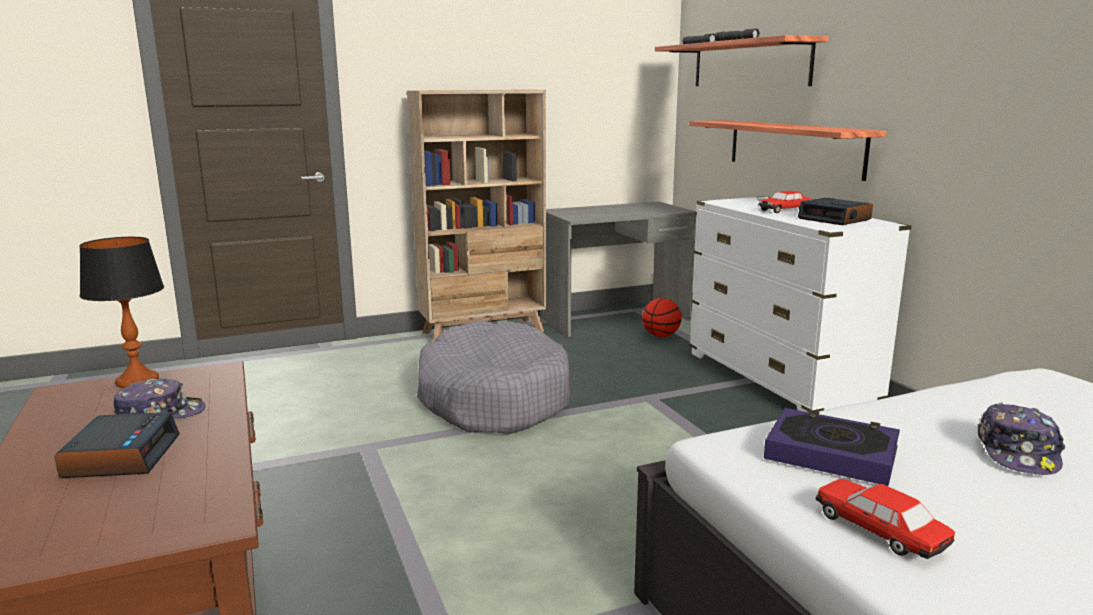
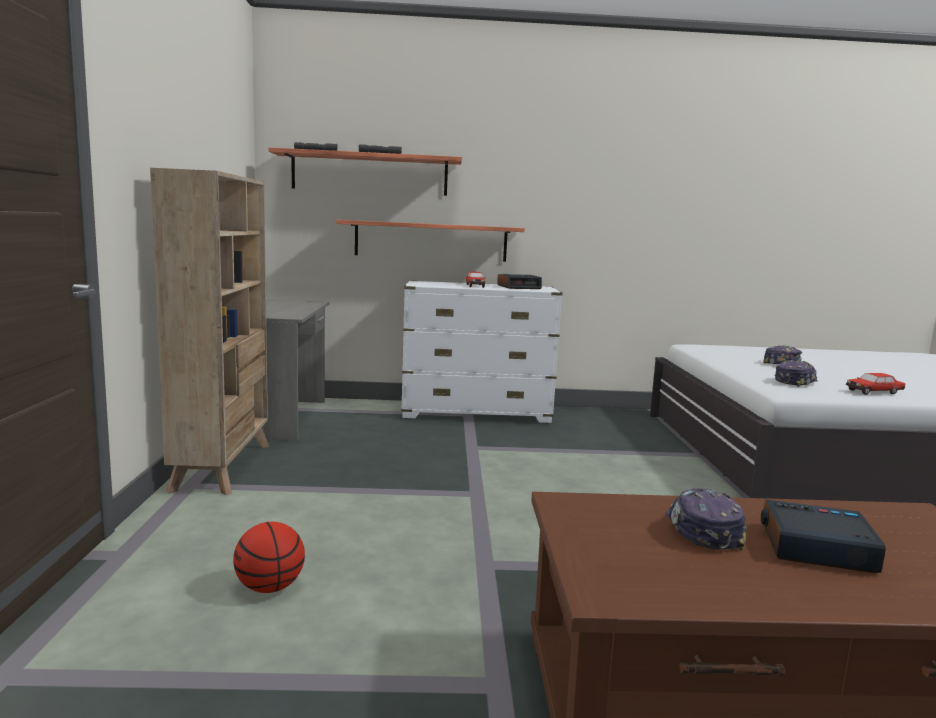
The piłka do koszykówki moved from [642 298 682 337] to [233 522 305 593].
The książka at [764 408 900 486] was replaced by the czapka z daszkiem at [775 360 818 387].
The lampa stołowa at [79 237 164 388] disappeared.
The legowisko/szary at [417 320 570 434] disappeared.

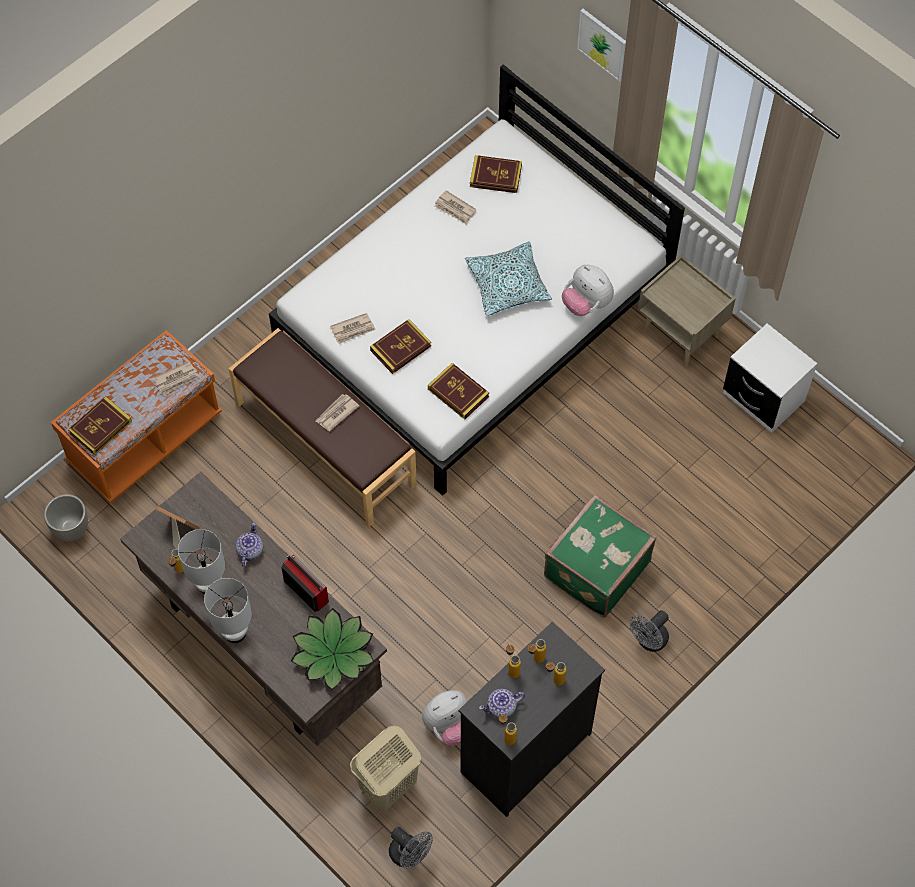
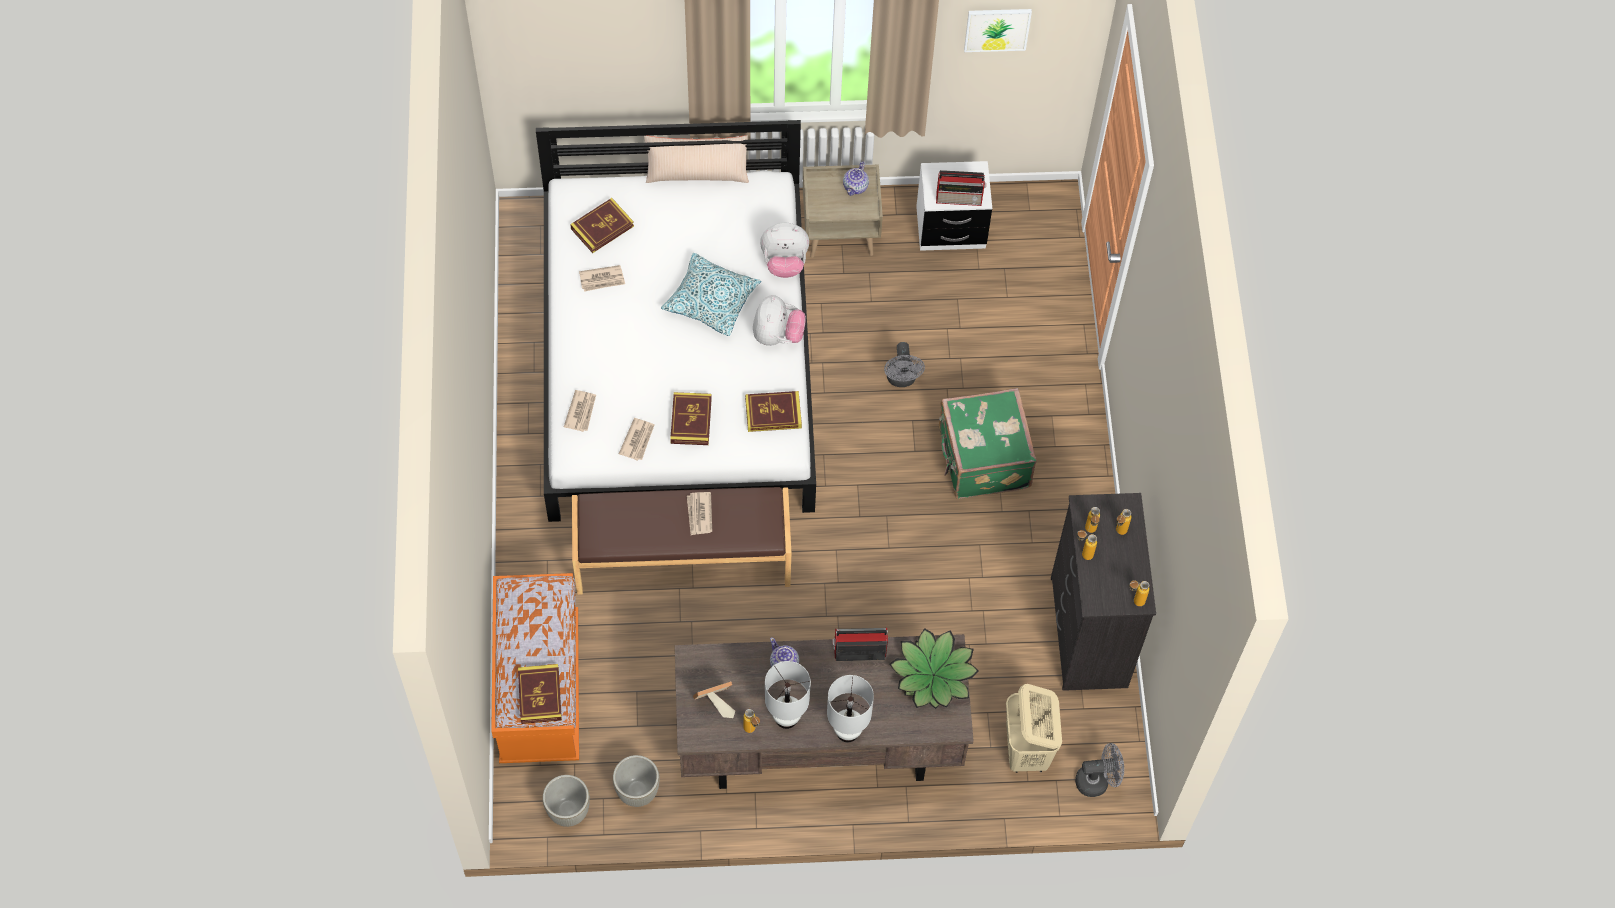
The gazeta moved from [153 361 199 395] to [564 390 596 432].
The donica/szary at [613 755 659 807] appeared.
The poduszka/beżowy at [644 135 749 183] appeared.
The pluszak moved from [422 690 468 746] to [753 295 806 346].
The imbryk moved from [479 689 525 719] to [843 162 869 196].
The wentylator/szary moved from [629 610 669 652] to [884 342 925 387].
The radio at [936 170 986 206] appeared.
The obraz moved from [577 9 626 82] to [964 9 1032 52].

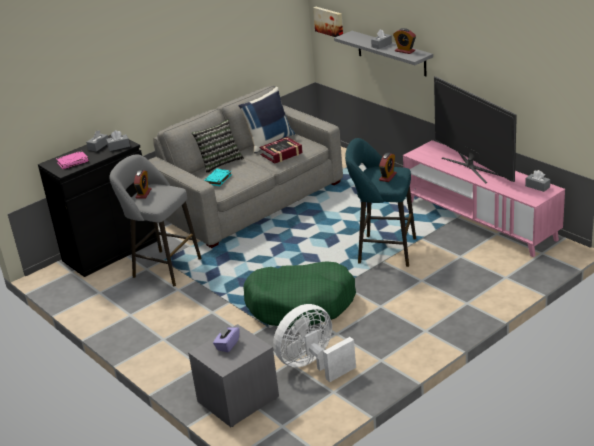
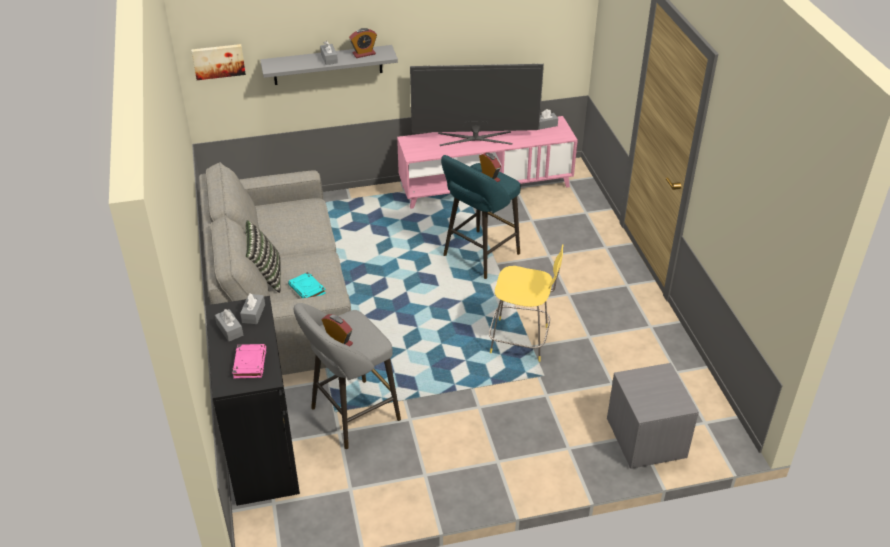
The legowisko/zielony at [243 261 356 329] was replaced by the stołek/żółty at [489 244 564 362].
The pudełko chusteczek/fioletowy at [213 325 240 352] disappeared.
The poduszka/niebieski at [239 87 295 154] disappeared.
The książka at [260 137 303 164] disappeared.
The wentylator/biały at [273 304 356 382] disappeared.

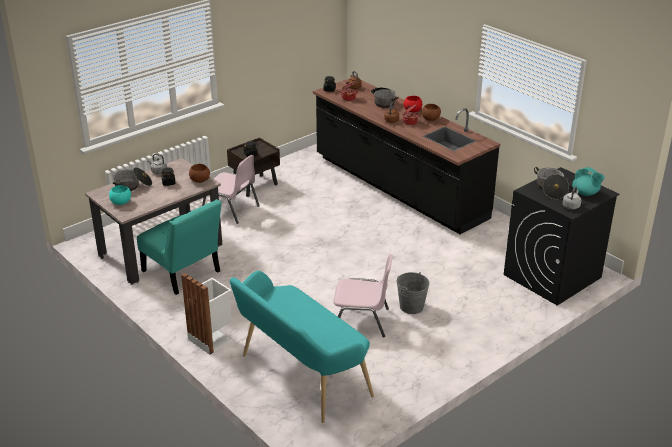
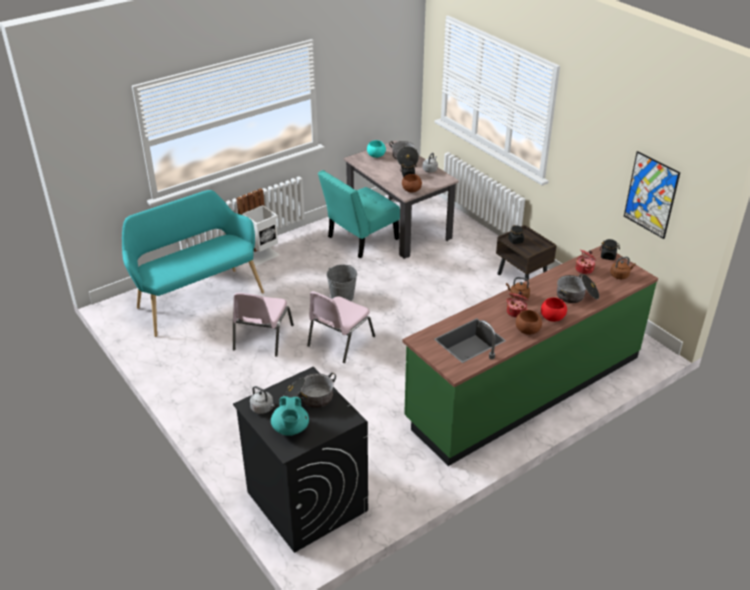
The imbryk/turkusowy at [572 167 605 196] turned 60 degrees counterclockwise.
The krzesło/różowy moved from [202 155 260 224] to [307 291 375 363].
The wiadro/szary moved from [397 272 430 314] to [326 265 357 301].
The zabudowa kuchenna/czarny at [313 78 500 234] became the zabudowa kuchenna/zielony at [402 246 658 466].
The obraz at [624 151 680 239] appeared.

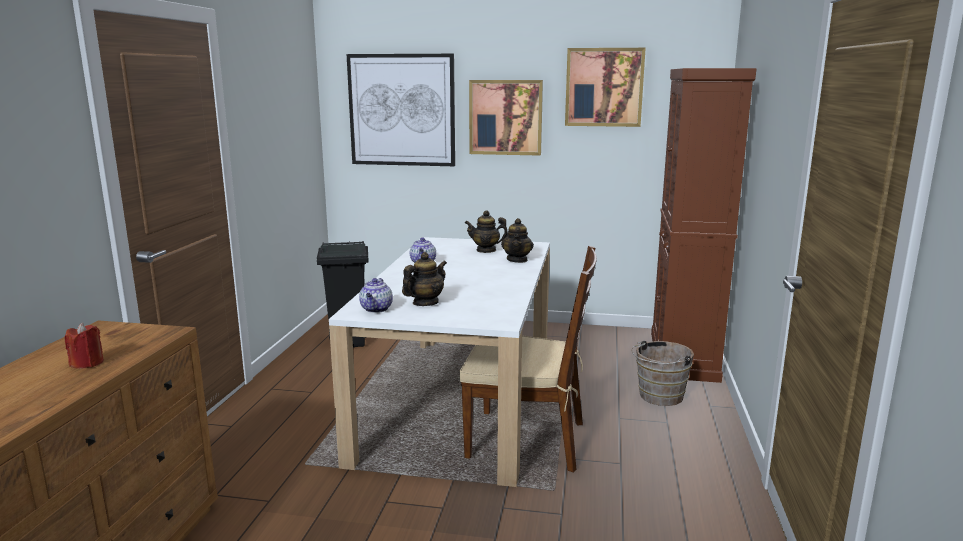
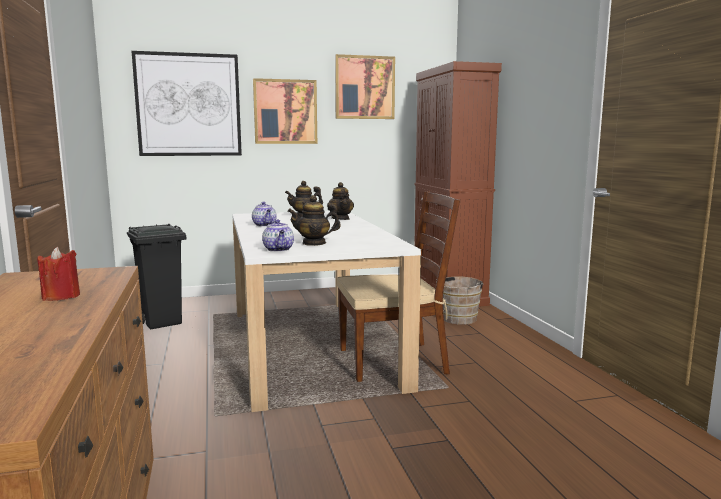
The imbryk at [402 252 447 306] turned 120 degrees counterclockwise.

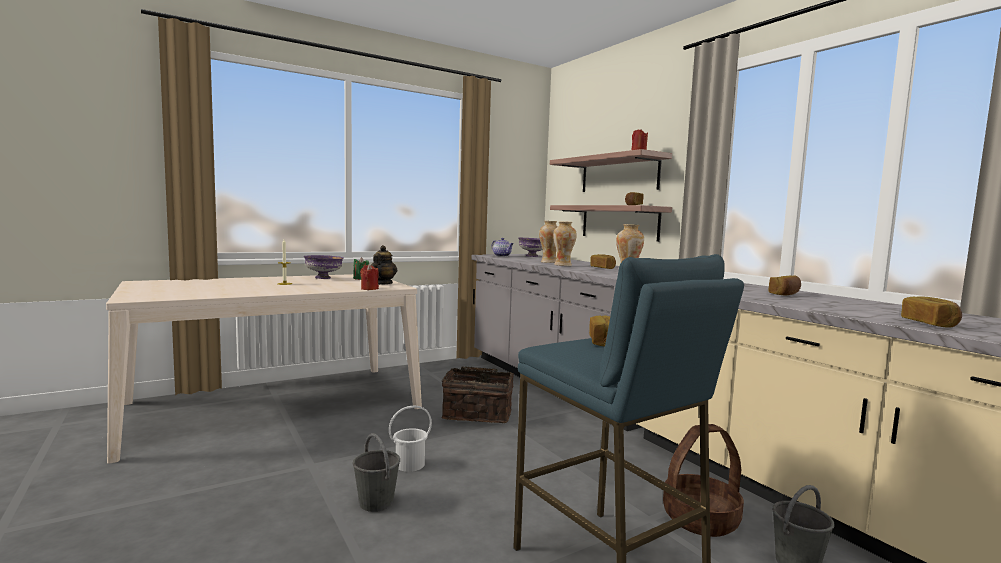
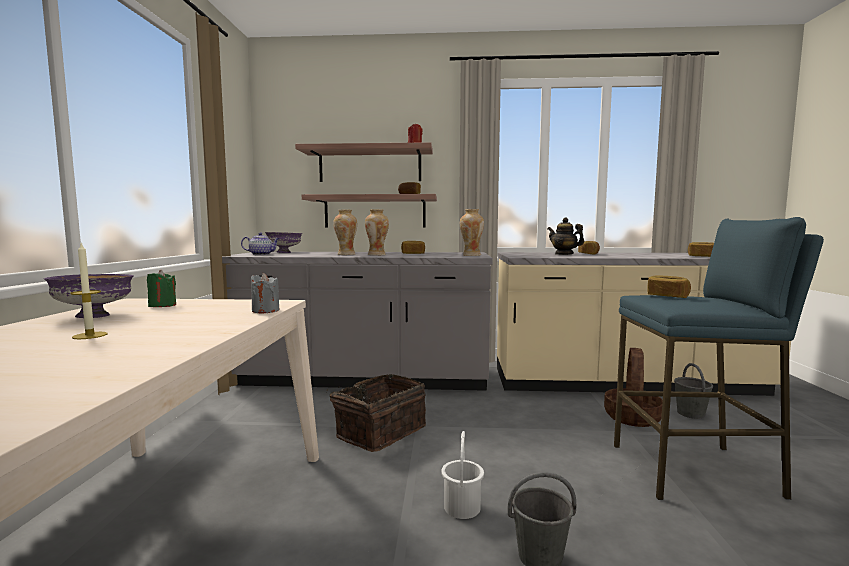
The świeca/czerwony at [360 264 379 290] became the świeca/szary at [250 273 279 313].
The imbryk moved from [371 245 397 285] to [547 218 584 255].

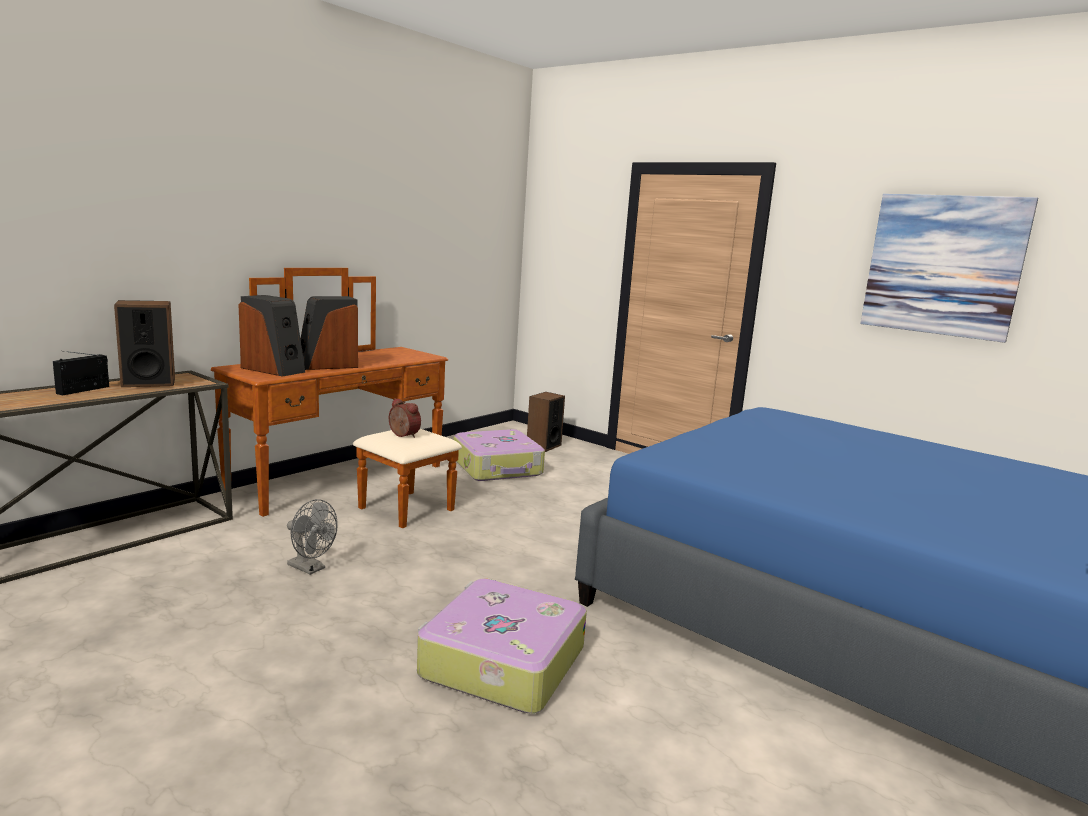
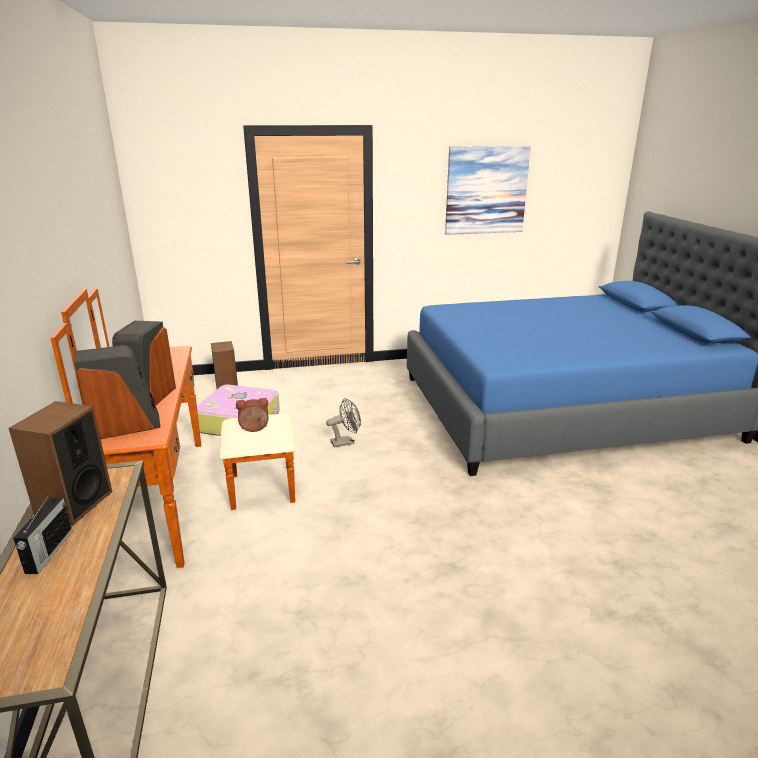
The radio at [53 351 109 395] turned 150 degrees counterclockwise.
The wentylator/szary moved from [287 499 338 575] to [326 398 361 447].
The walizka at [417 578 587 713] disappeared.

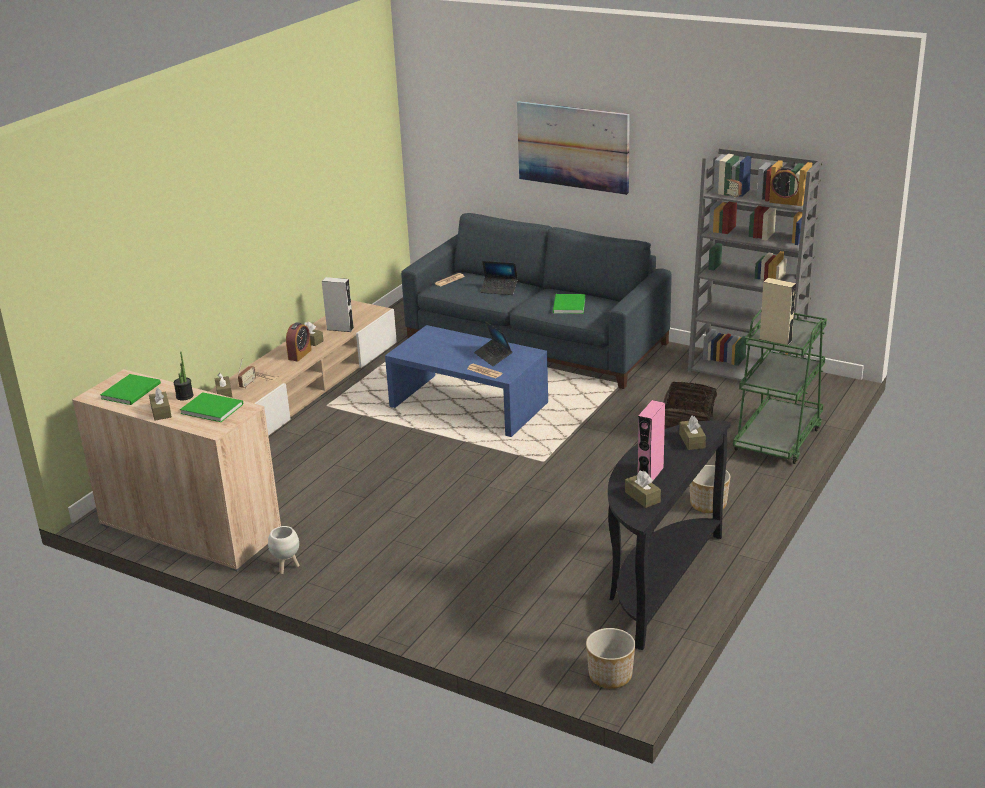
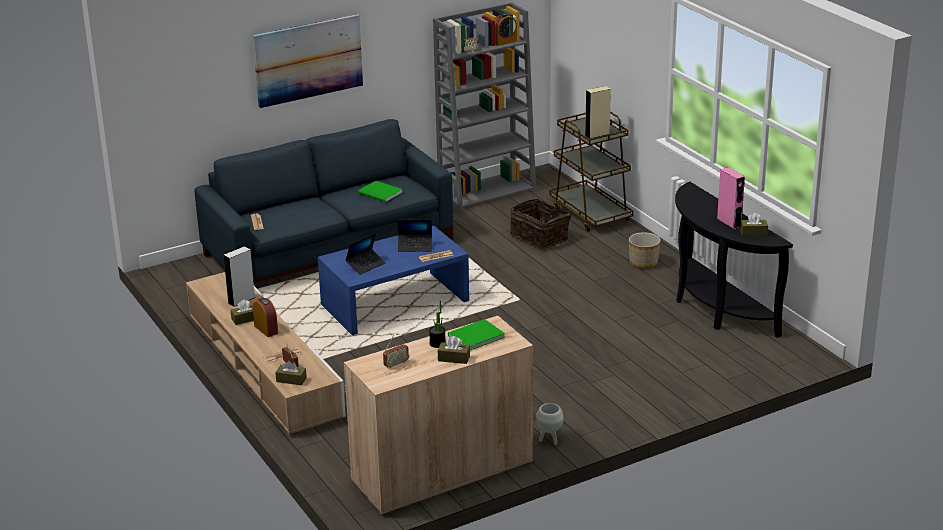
The laptop moved from [480 261 518 295] to [346 233 386 275].
The książka/zielony at [100 374 161 405] was replaced by the radio at [383 335 409 368].
The wózek/zielony at [733 309 827 464] became the wózek/brązowy at [549 112 634 232].
The donica at [586 628 635 689] disappeared.
The pudełko chusteczek/brązowy at [679 416 706 450] disappeared.

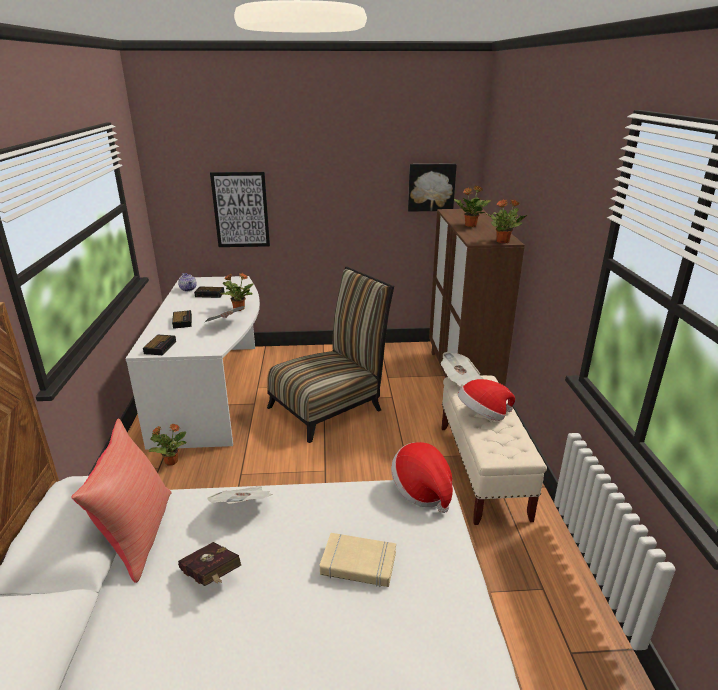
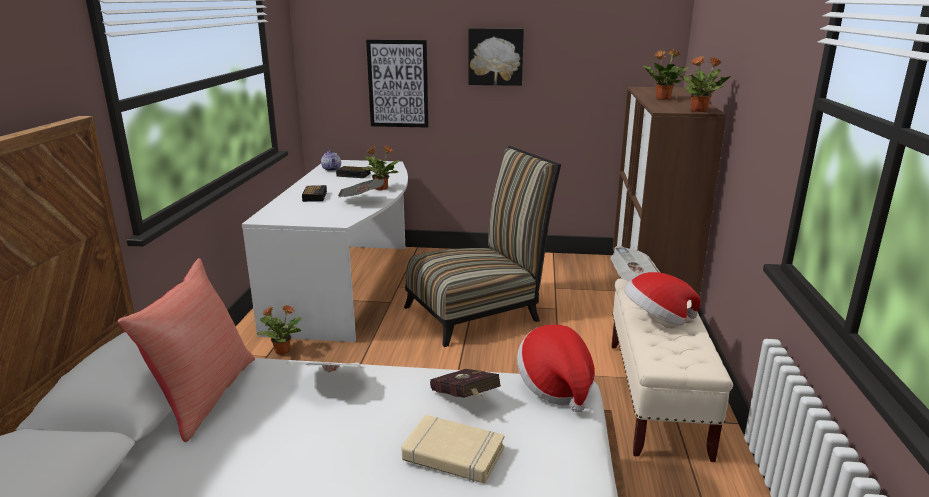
The książka/czerwony moved from [178 542 241 586] to [430 369 501 398].
The obraz moved from [408 163 457 212] to [468 28 524 86].
The budzik at [143 335 176 355] disappeared.

